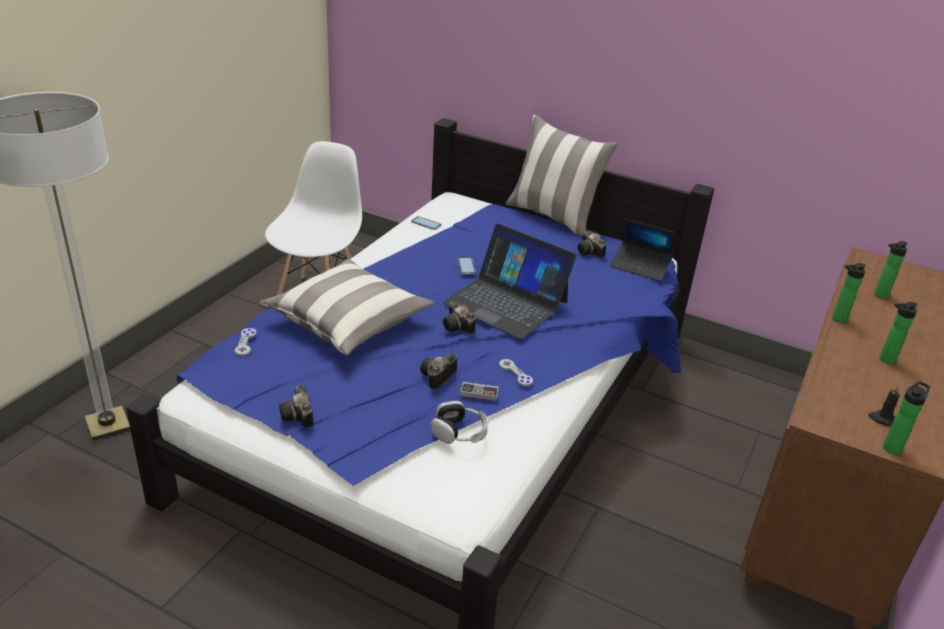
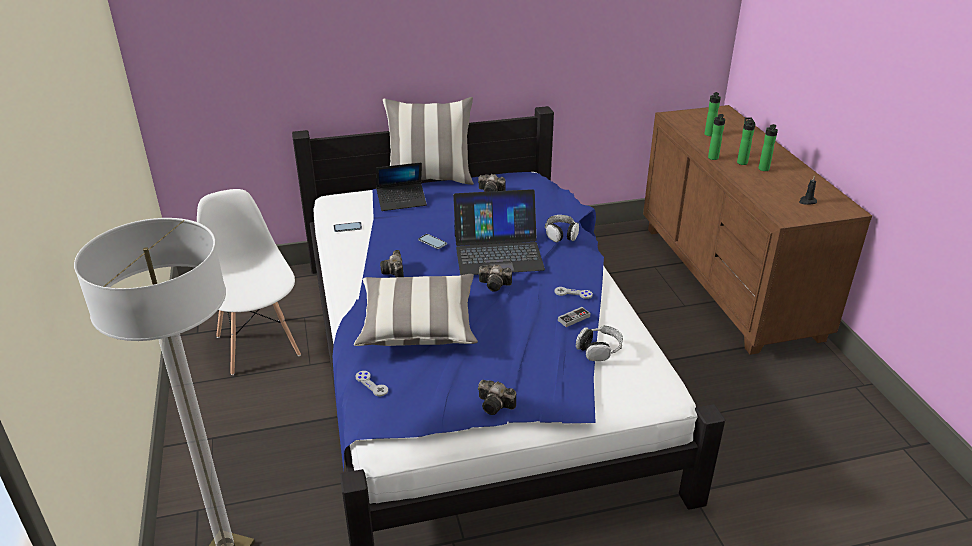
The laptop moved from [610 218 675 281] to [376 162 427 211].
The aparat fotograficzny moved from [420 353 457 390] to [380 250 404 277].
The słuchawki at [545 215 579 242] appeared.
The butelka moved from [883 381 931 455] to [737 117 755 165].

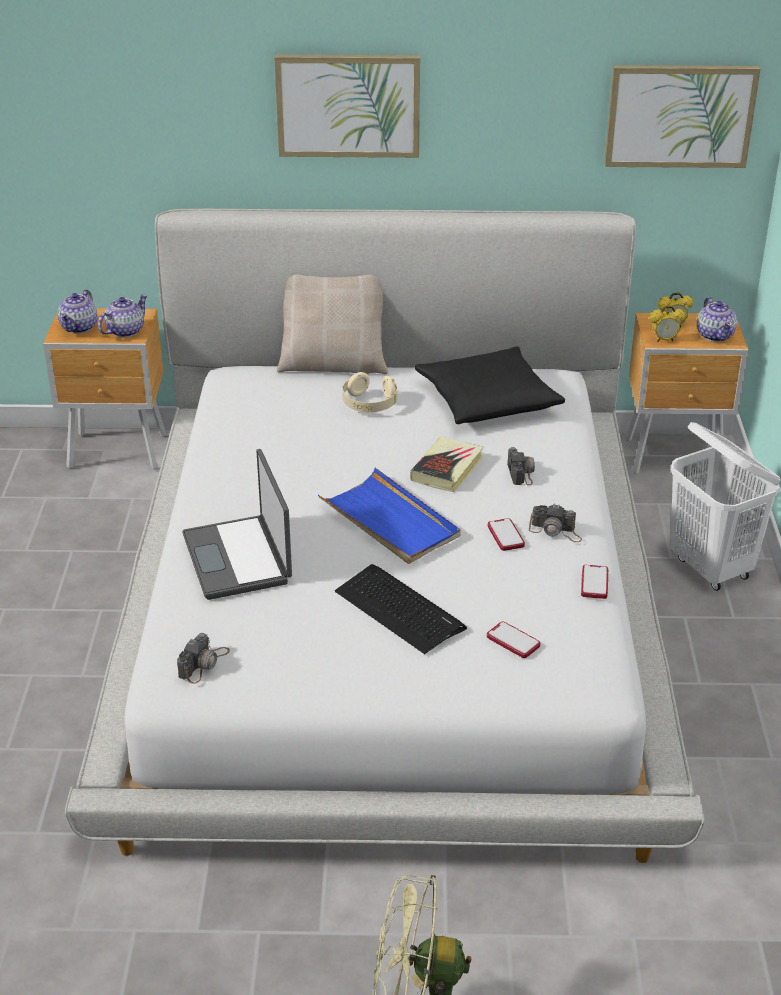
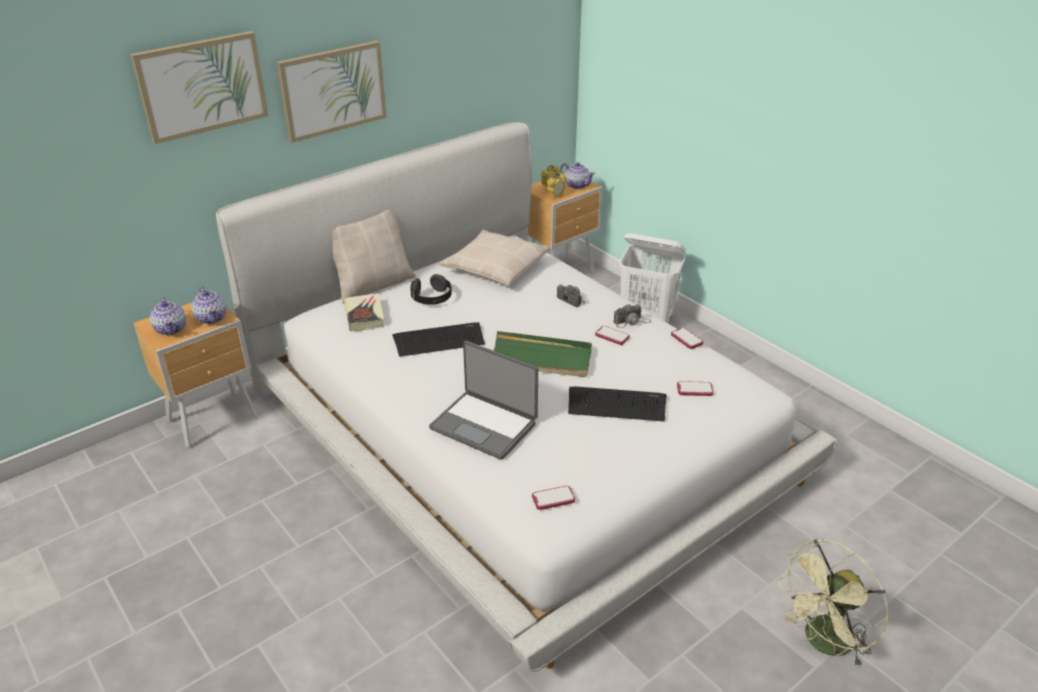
The obraz moved from [604 65 760 168] to [130 31 268 144].
The imbryk at [98 294 148 337] turned 150 degrees clockwise.
The książka moved from [411 437 483 492] to [344 293 384 331].
The klawiatura at [393 322 485 357] appeared.
The słuchawki/beżowy at [342 372 398 412] became the słuchawki/czarny at [410 274 452 305].
The poduszka/czarny at [415 346 565 424] became the poduszka/beżowy at [439 230 550 286].
The taca/niebieski at [318 468 461 564] became the taca/zielony at [493 331 592 377].
The aparat fotograficzny at [177 633 230 684] was replaced by the telefon at [532 486 575 510].

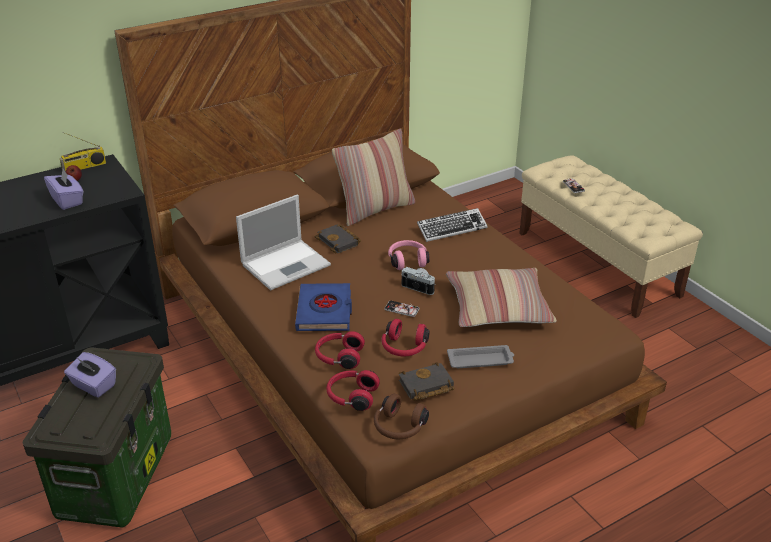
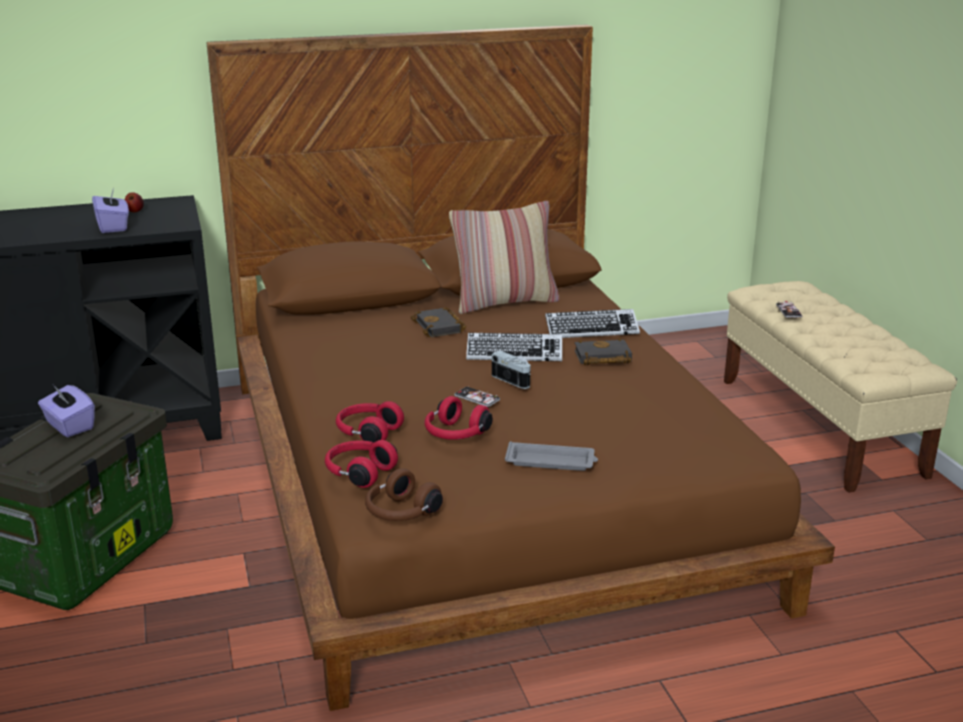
The słuchawki/różowy at [388 240 430 270] was replaced by the klawiatura at [466 333 562 361].
The książka/czarny moved from [399 362 454 401] to [575 338 632 365].
The radio at [60 132 106 172] disappeared.
The laptop at [236 195 331 290] disappeared.
The książka/niebieski at [295 283 352 331] disappeared.
The poduszka at [446 268 557 327] disappeared.

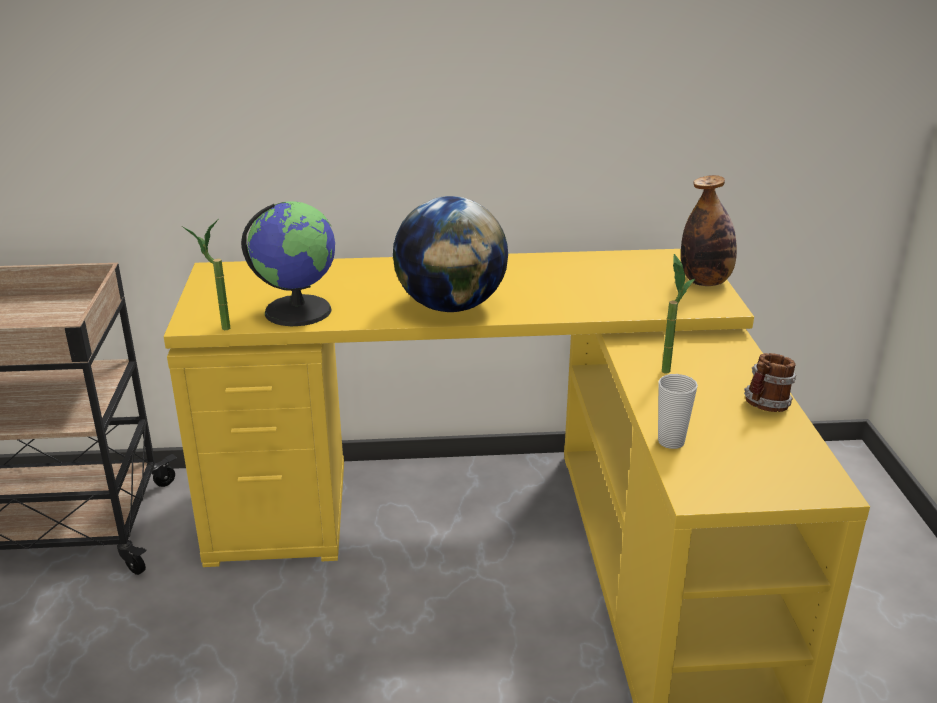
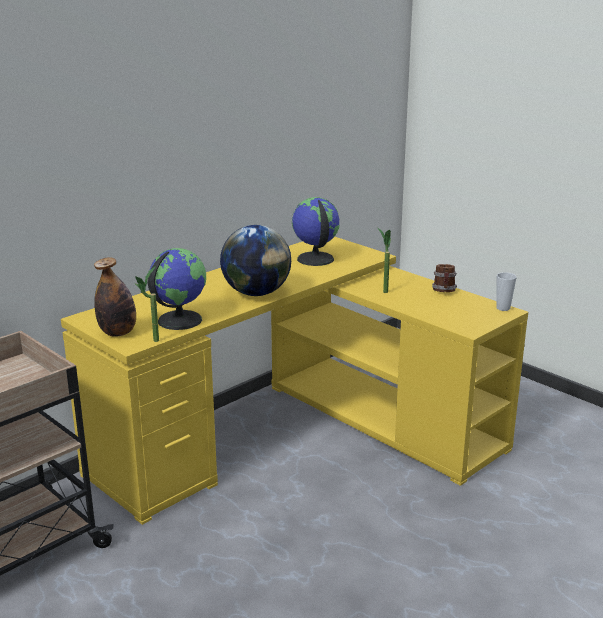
The butelka moved from [681 175 737 286] to [94 257 136 337].
The globus at [292 197 340 266] appeared.
The filiżanka moved from [658 374 698 449] to [496 272 517 311].

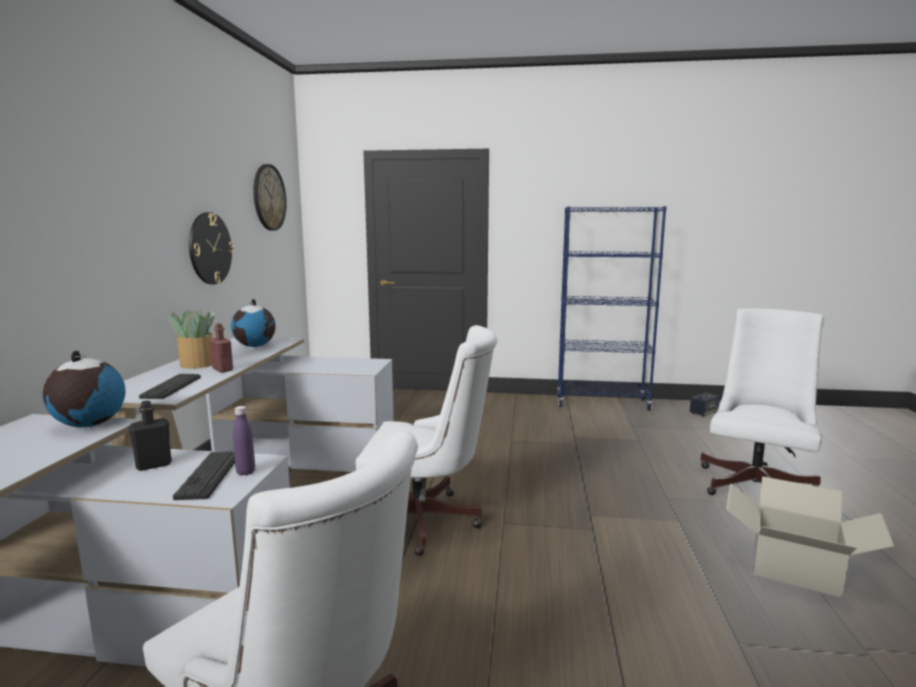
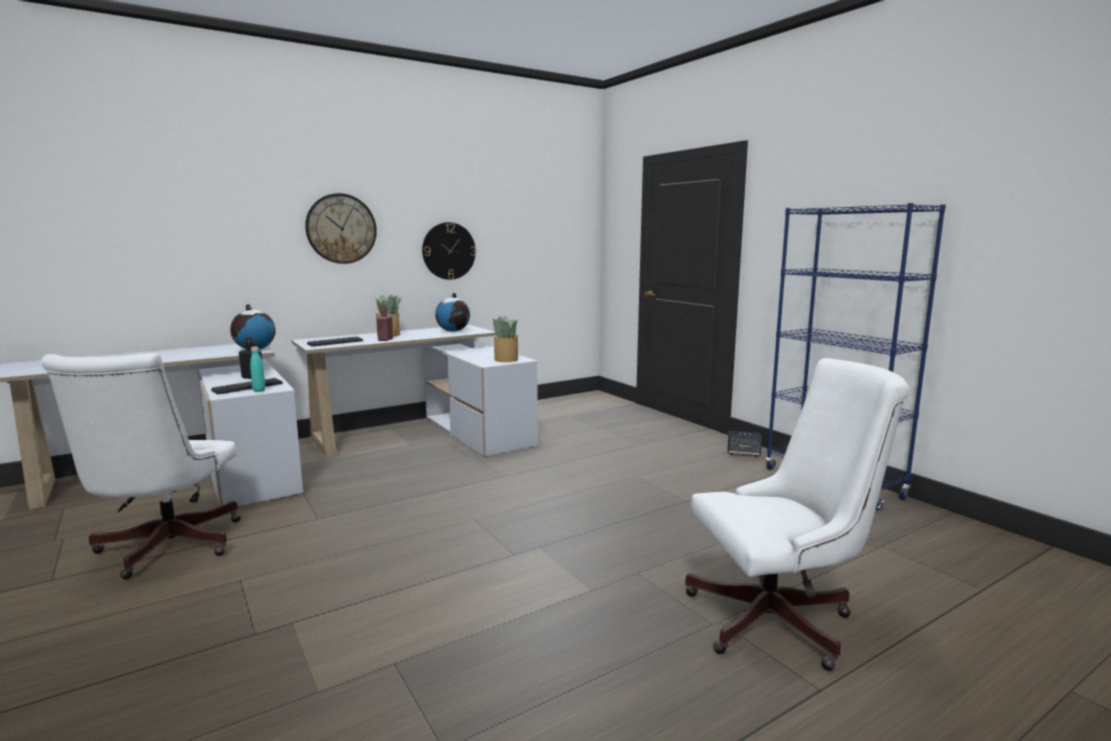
The butelka/fioletowy at [233 406 255 476] became the butelka/turkusowy at [250 346 265 392].
The zegar ścienny moved from [253 164 287 231] to [305 193 377 264].
The roślina doniczkowa at [493 316 518 362] appeared.
The głośnik moved from [689 393 720 417] to [728 431 762 457].
The krzesło biurowe/biały at [356 325 498 556] disappeared.
The karton at [726 476 894 598] disappeared.

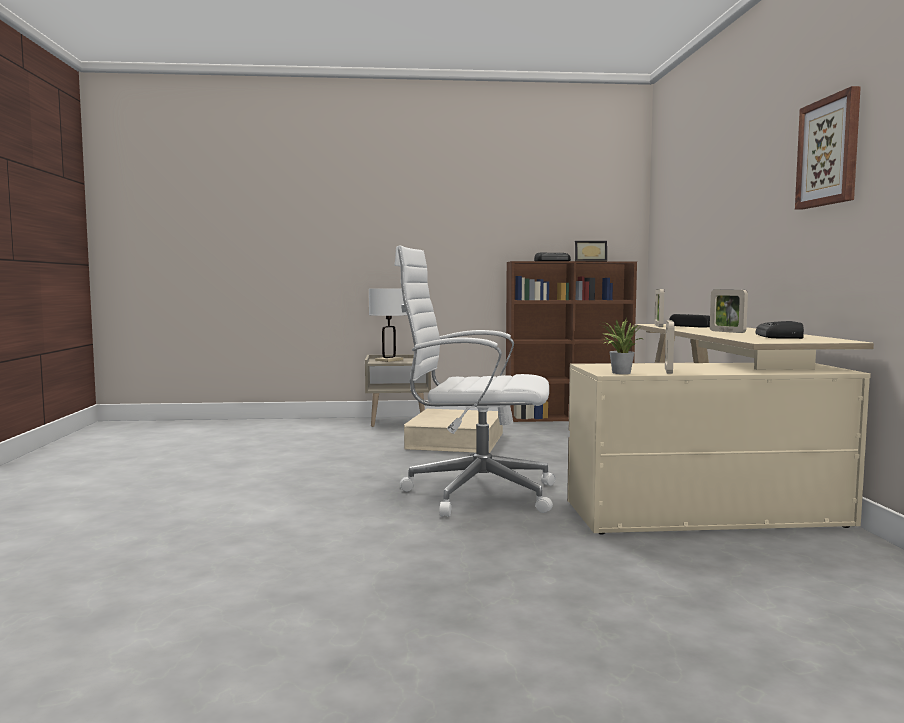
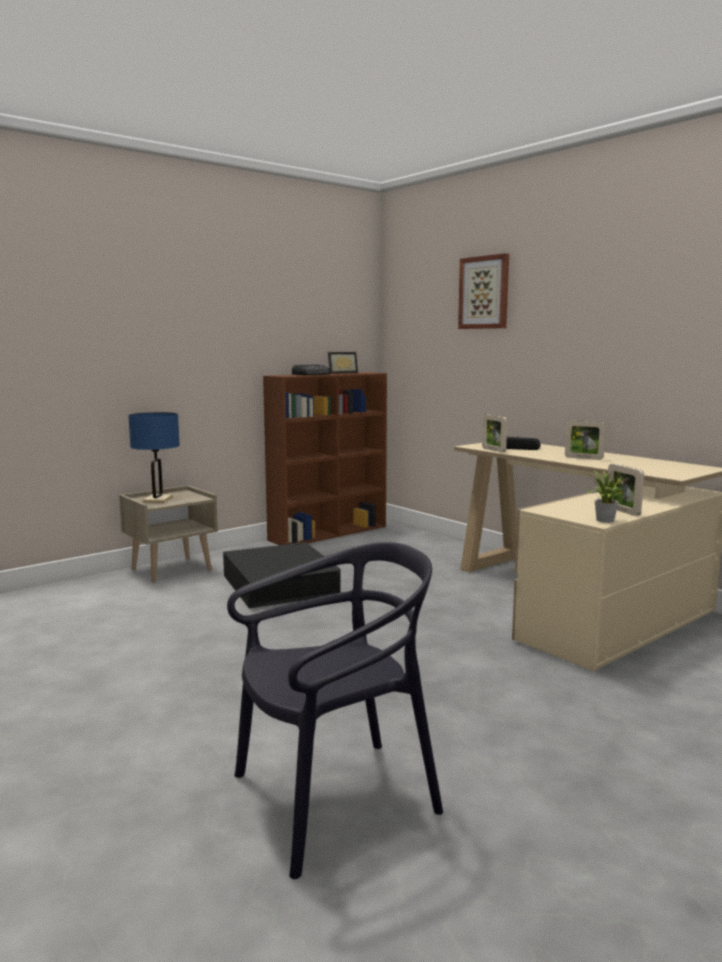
The lampa stołowa/biały at [369 288 407 362] became the lampa stołowa/niebieski at [128 412 180 503].
The pojemnik do przechowywania/beżowy at [404 409 503 453] became the pojemnik do przechowywania/czarny at [223 542 341 608].
The krzesło/czarny at [227 542 443 879] appeared.
The obraz moved from [795 86 861 209] to [458 253 509 329].
The krzesło biurowe/biały at [395 245 556 517] disappeared.
The radio at [755 321 804 339] disappeared.

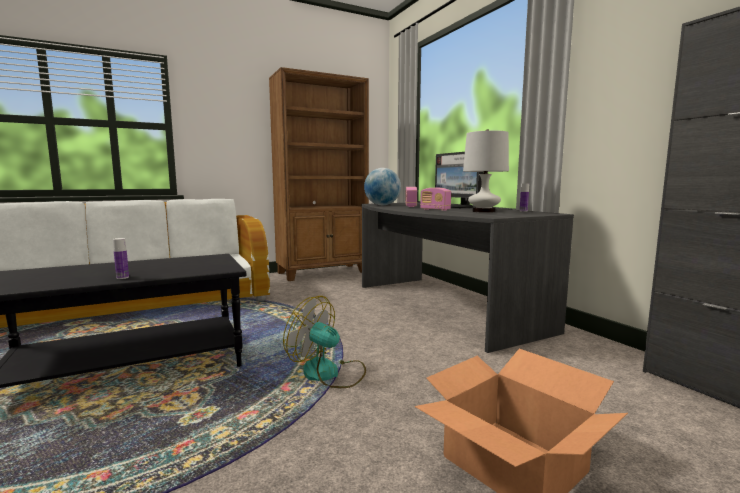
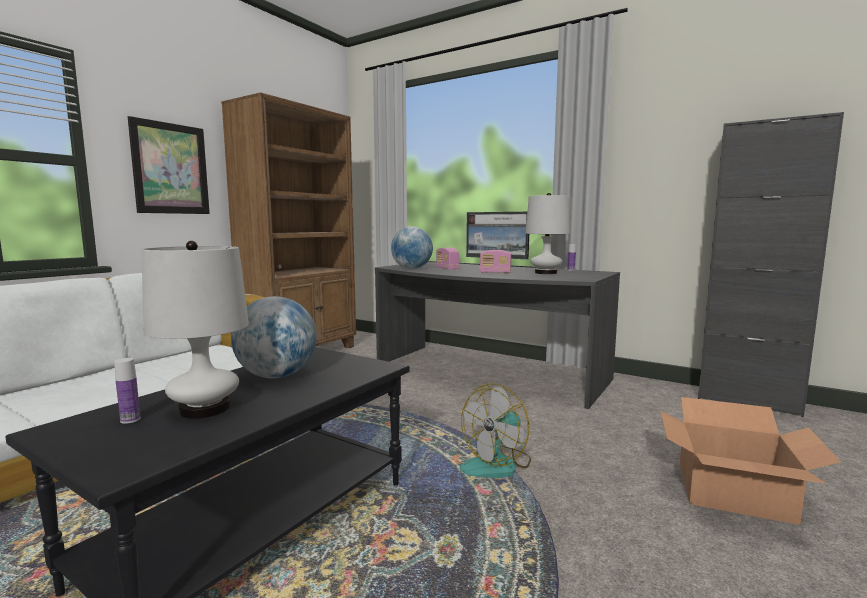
The butelka moved from [113 238 129 279] to [114 358 140 424].
The obraz at [128 116 210 214] appeared.
The lampa stołowa/biały at [141 241 249 419] appeared.
The globus at [231 296 317 378] appeared.
The wentylator at [283 296 366 388] turned 45 degrees counterclockwise.

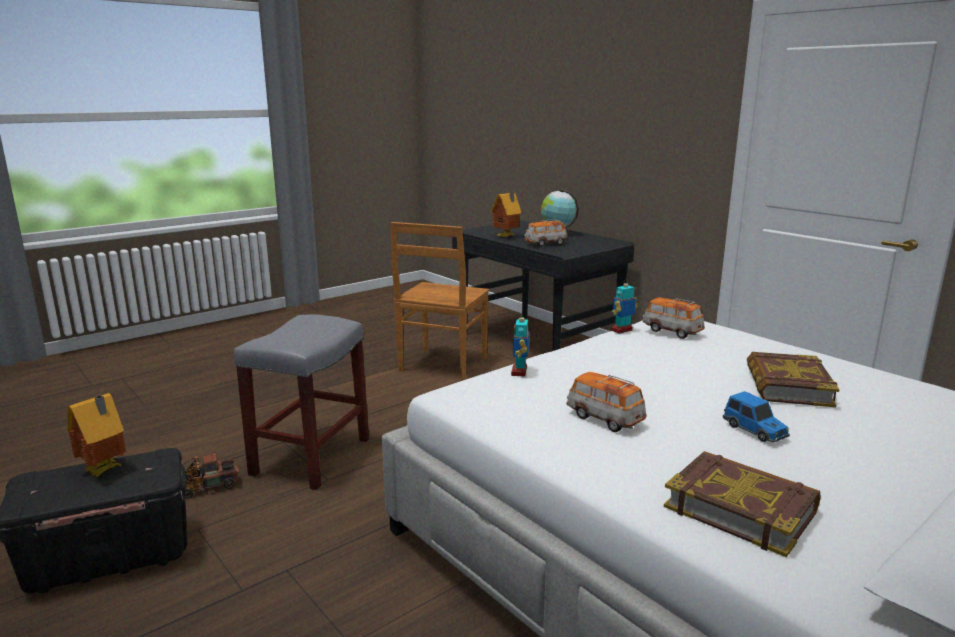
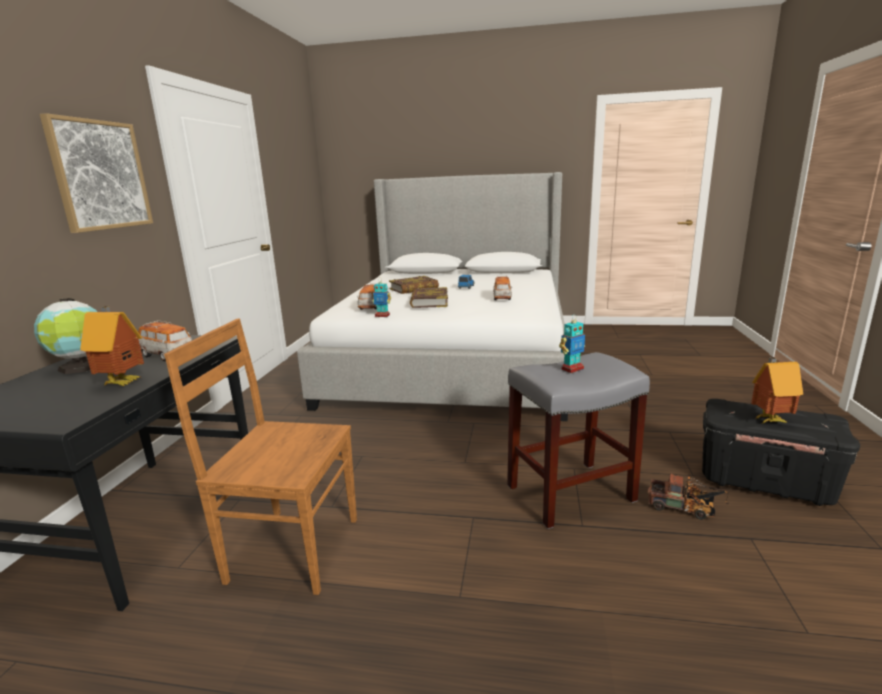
The obraz at [40 113 153 233] appeared.
The krzesło/brązowy at [391 222 489 380] turned 150 degrees counterclockwise.
The książka moved from [664 451 821 557] to [410 287 448 308].
The robot zabawkowy moved from [511 315 529 377] to [559 314 585 373].

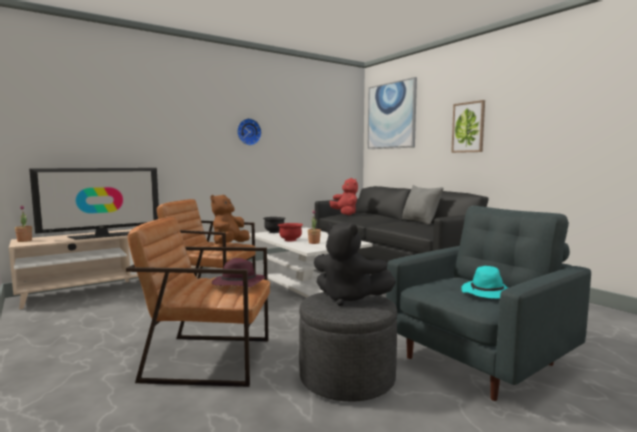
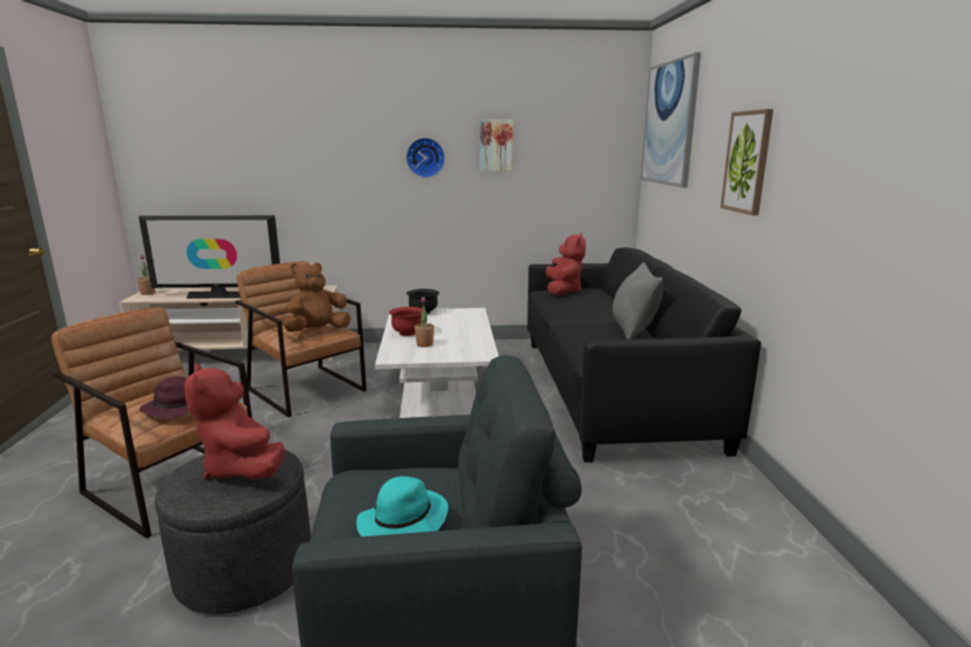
The pluszak/czarny at [314 222 396 306] became the pluszak/czerwony at [184 363 285 480].
The obraz at [480 119 513 171] appeared.

